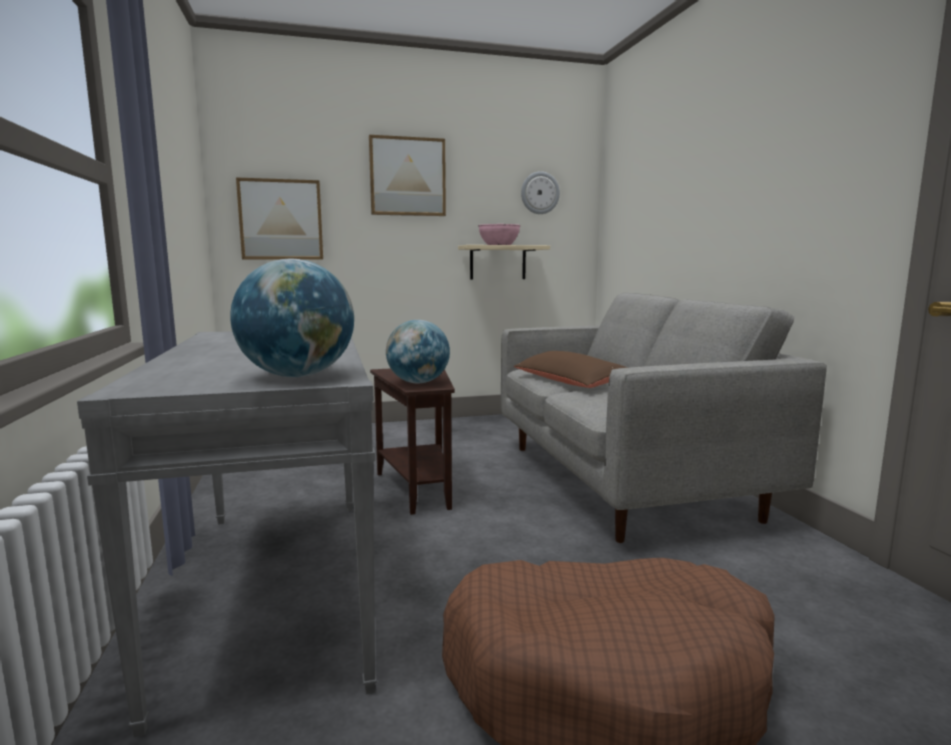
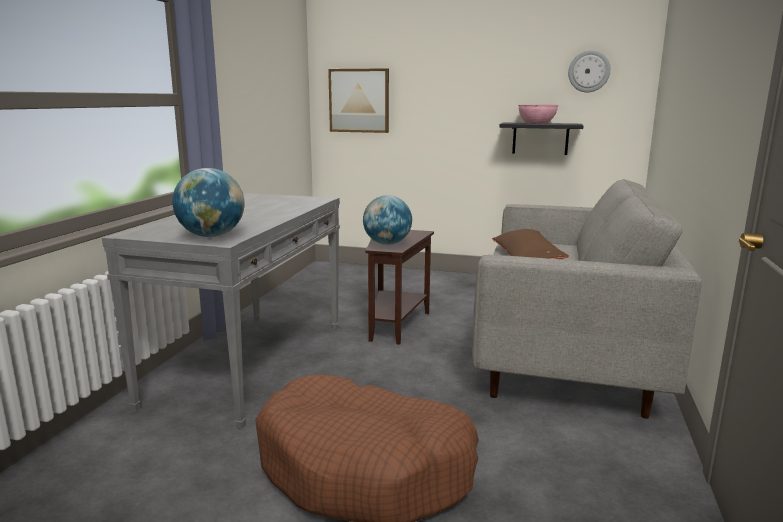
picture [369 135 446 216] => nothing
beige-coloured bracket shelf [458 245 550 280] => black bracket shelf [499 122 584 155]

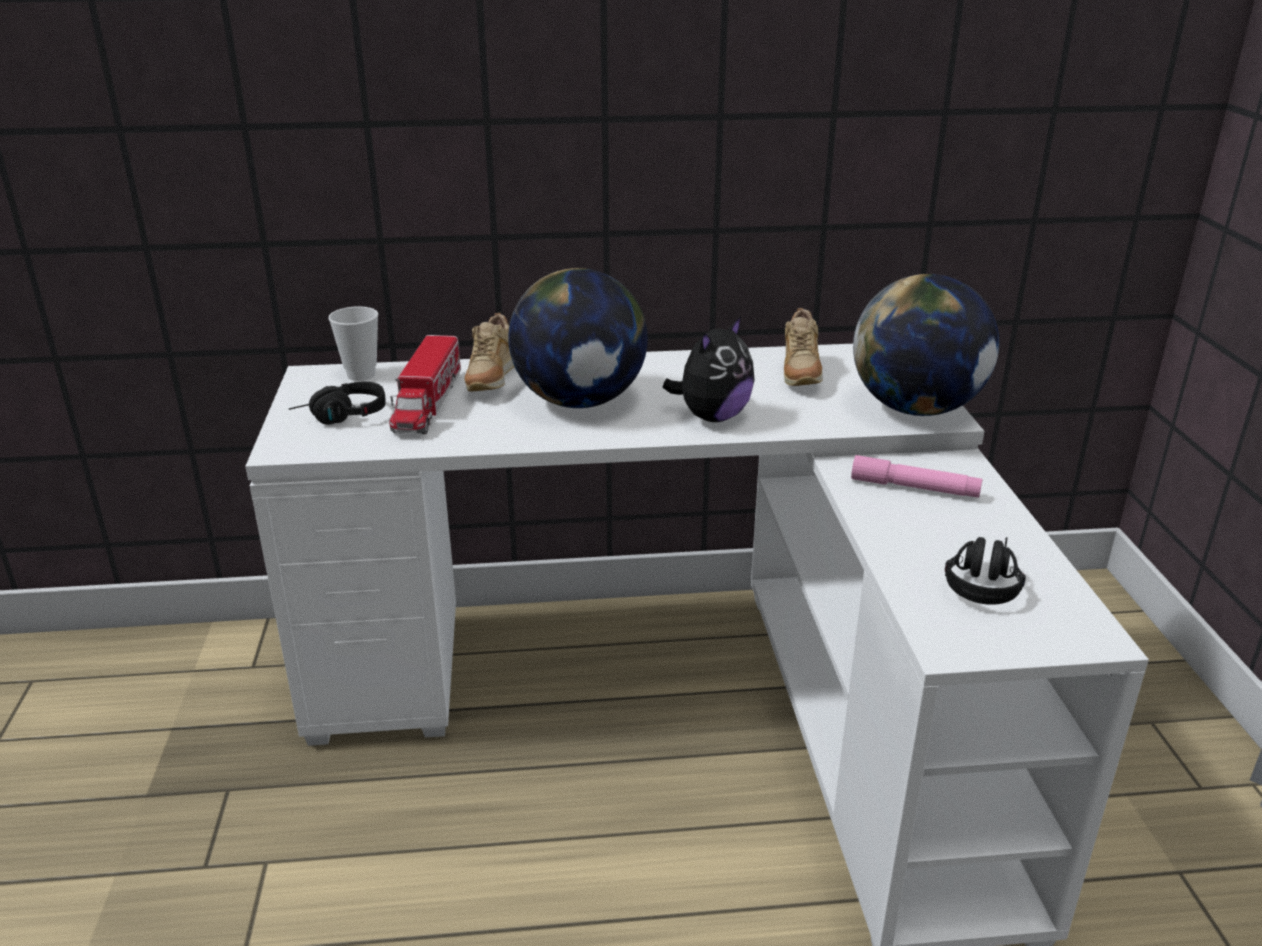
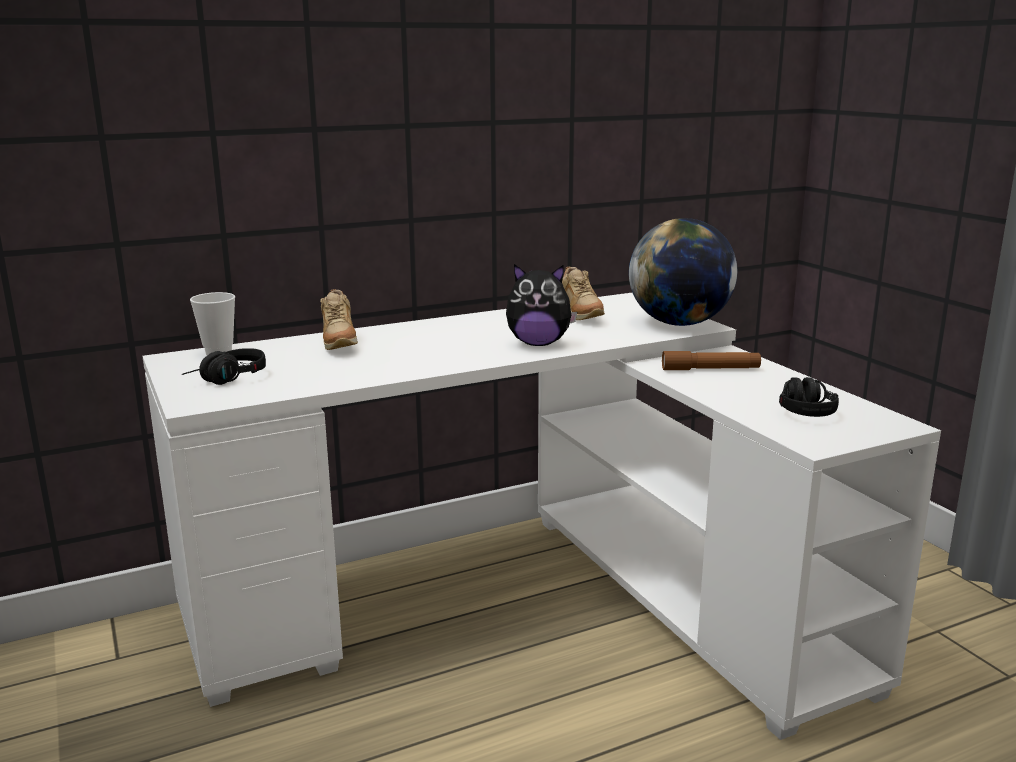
model truck [389 335 461 434] => nothing
world globe [508 268 648 408] => nothing
cuddly toy [662 316 755 422] => cuddly toy [506 264 577 346], 75 degrees clockwise
pinkish torch [851 455 982 498] => brown torch [662 351 761 370]

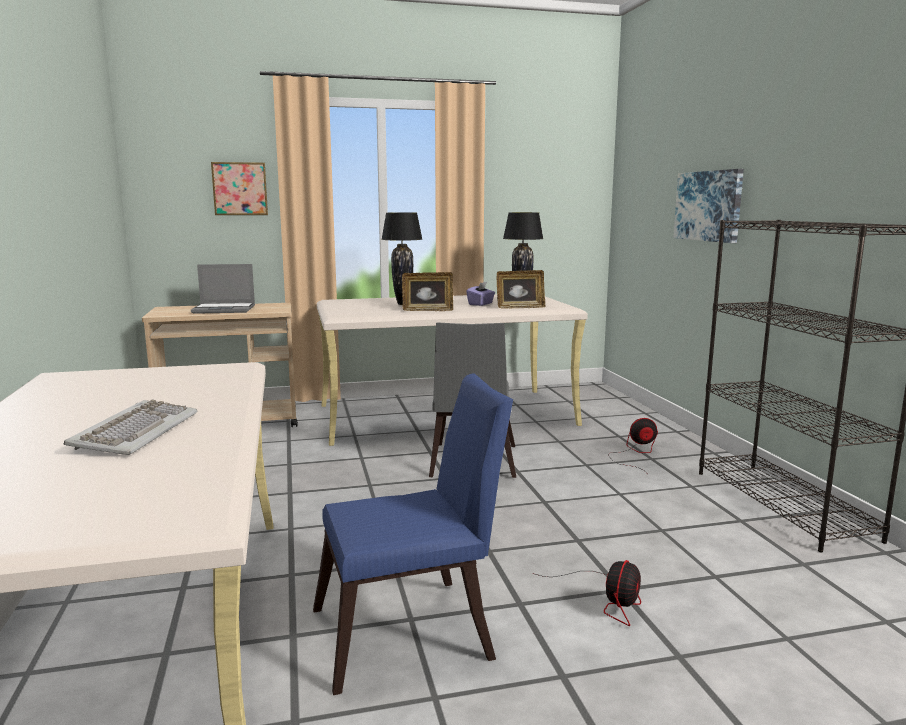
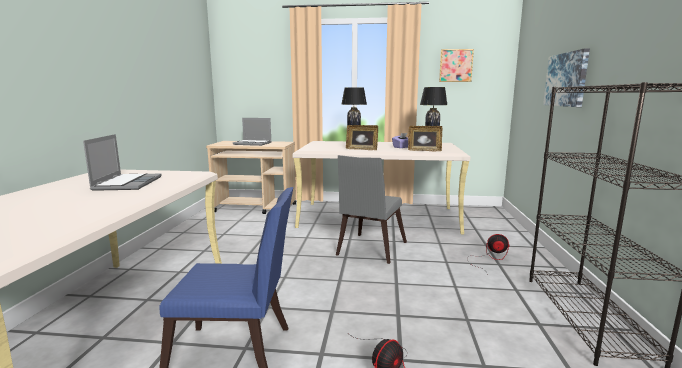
PC keyboard [64 399 198 455] => nothing
picture [211 162 268 215] => picture [439 49 474 82], relocated
nothing => notebook computer [83 134 162 191]

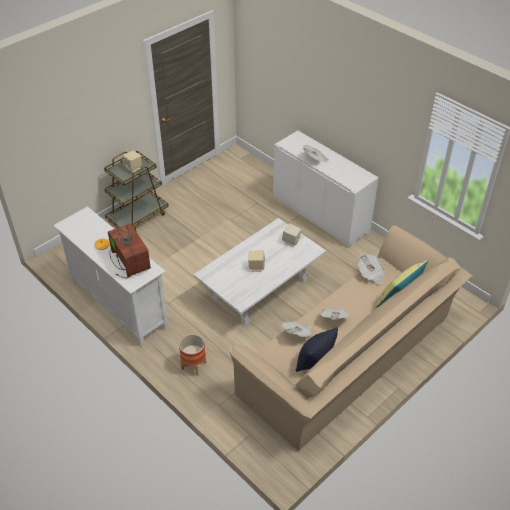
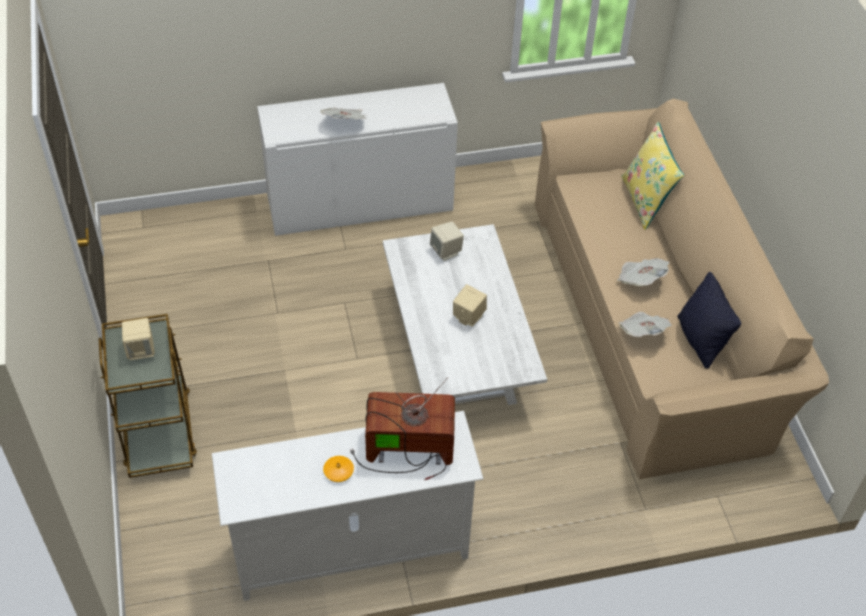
flower pot [179 334 206 376] => nothing
daily paper [358 254 386 285] => nothing

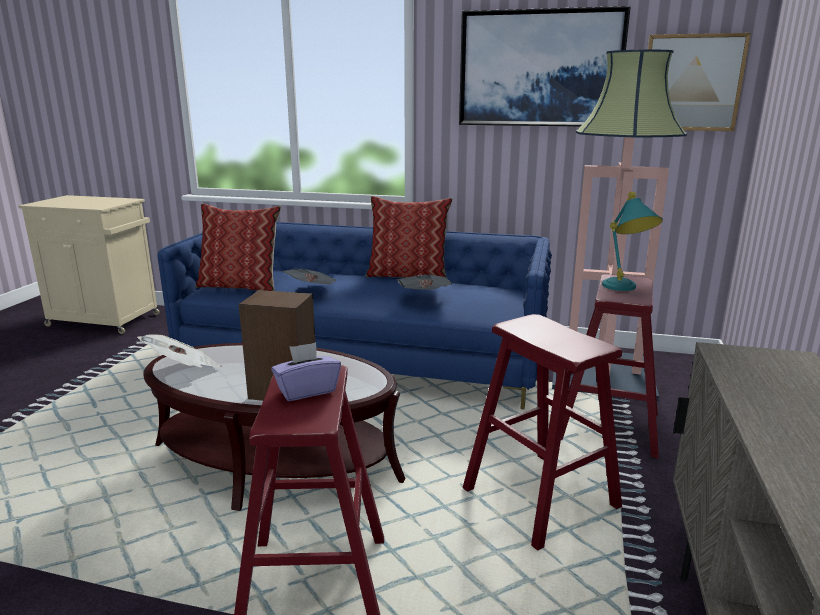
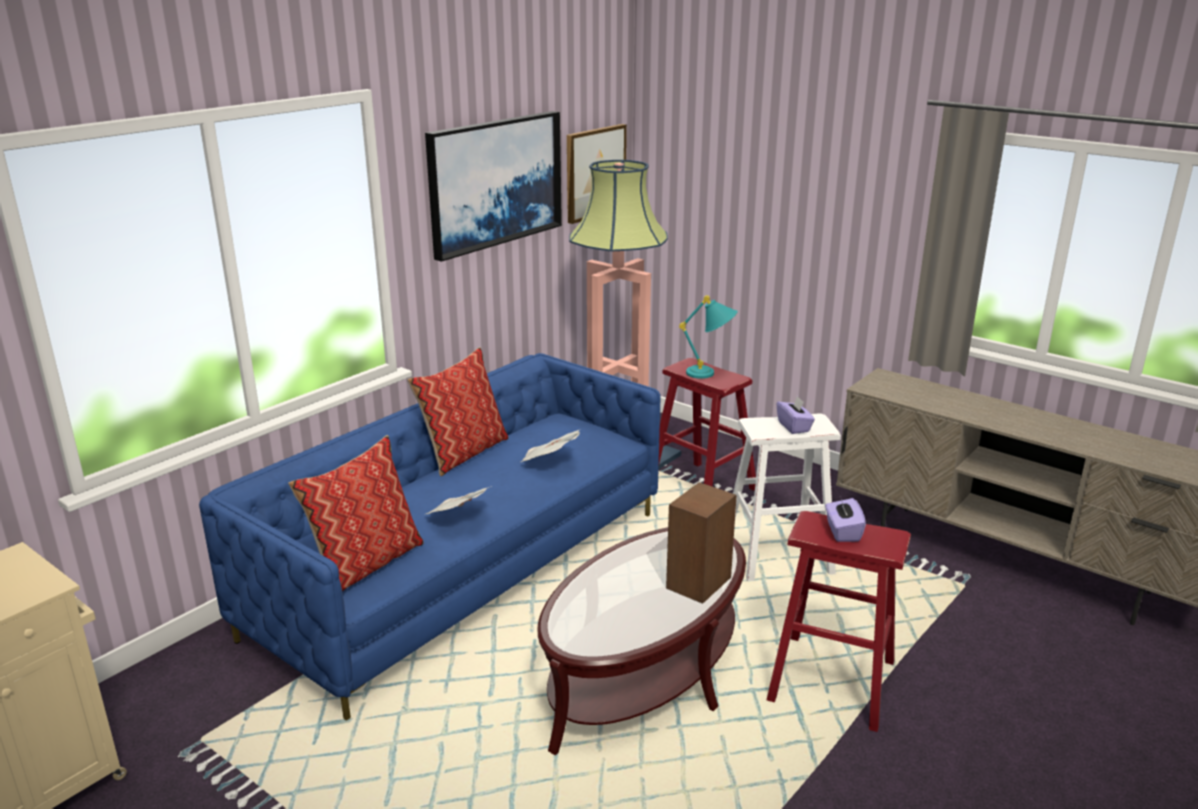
daily paper [137 335 222 368] => nothing
red-coloured sitting stool [463 314 622 551] => white sitting stool [733 413 841 581]
nothing => purplish tissue box [777 395 815 434]

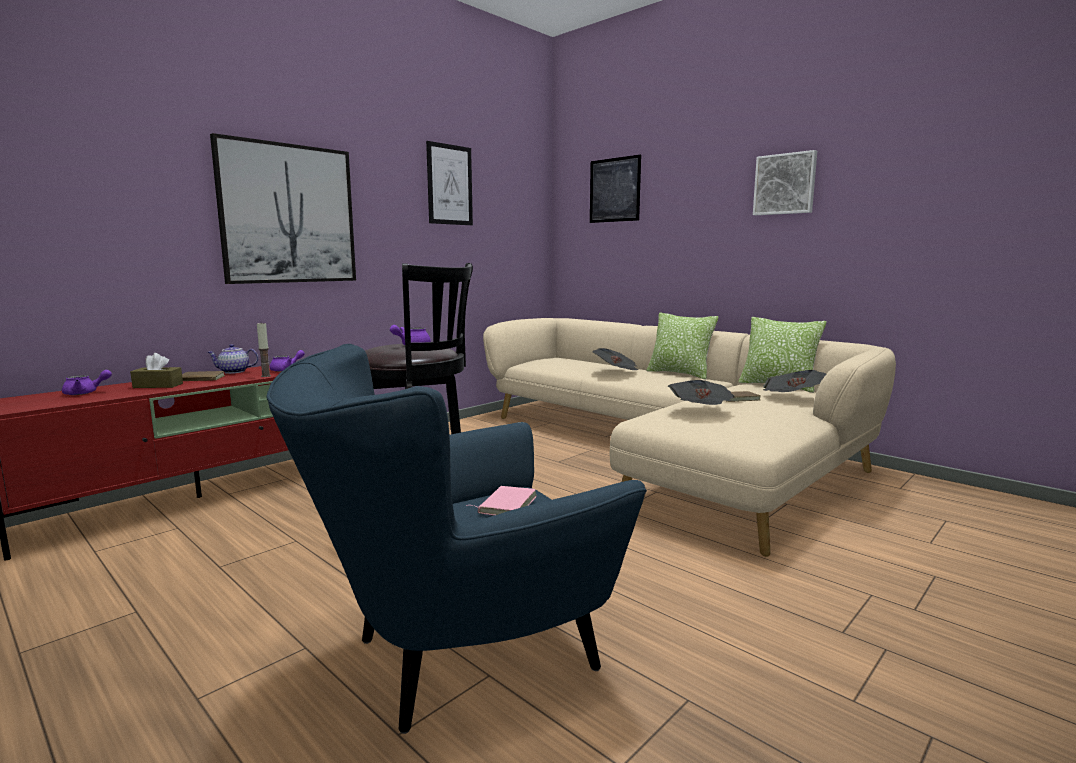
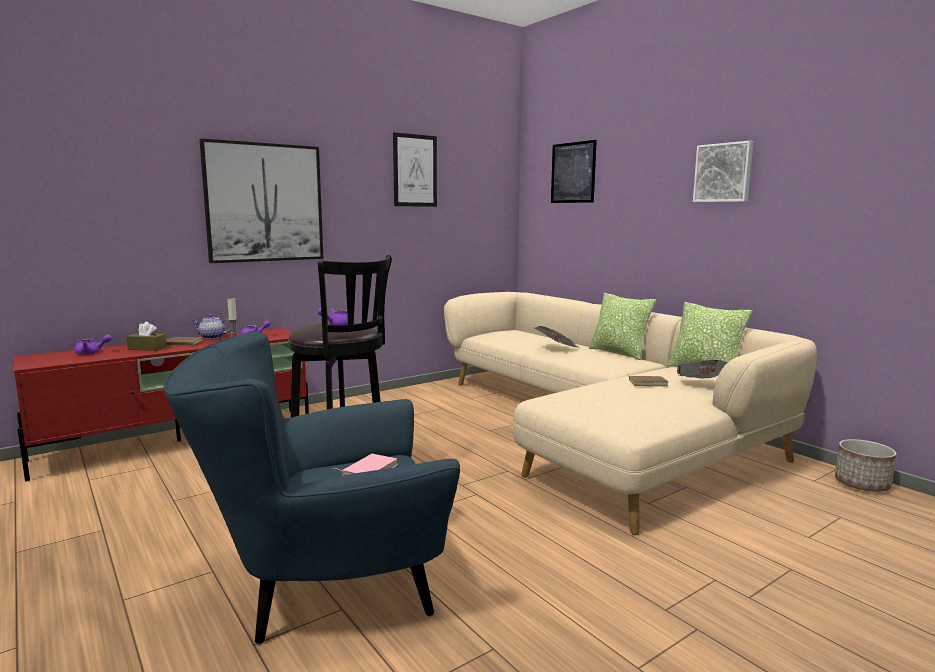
daily paper [668 380 735 405] => nothing
nothing => flower pot [835 439 897 492]

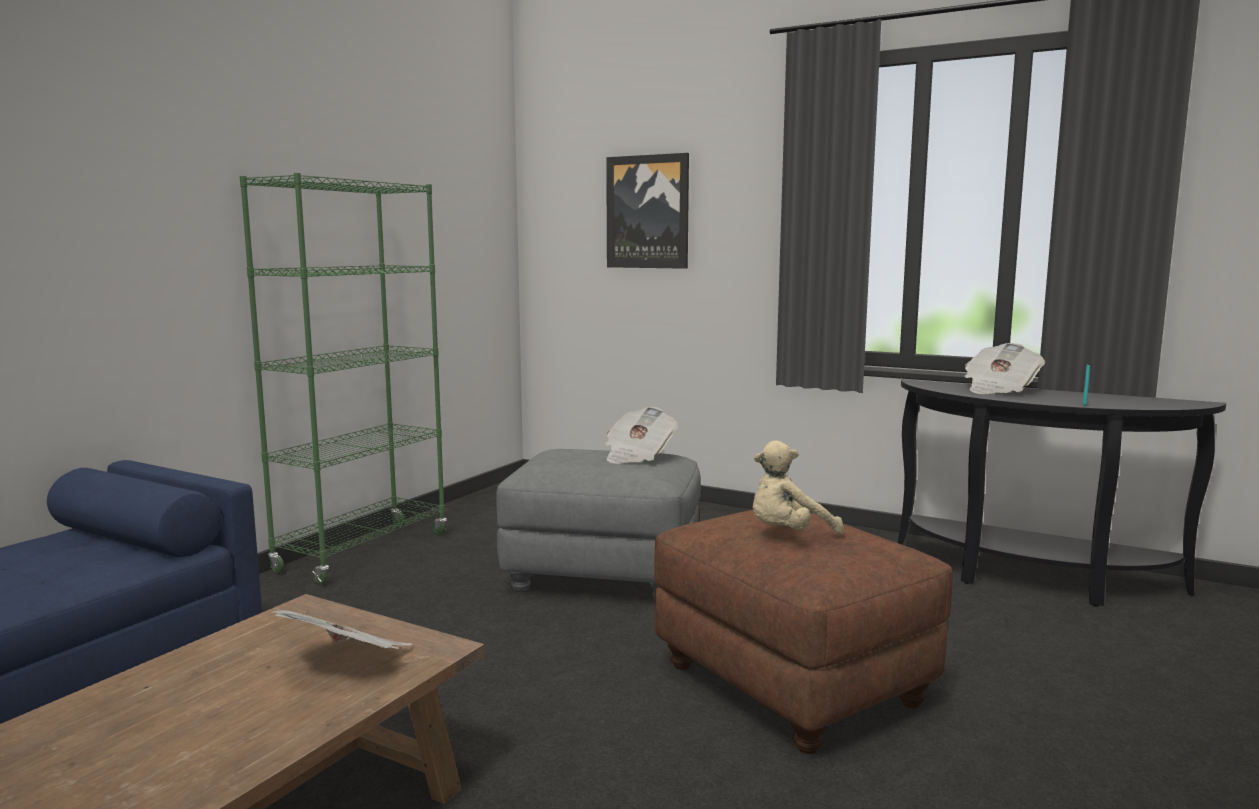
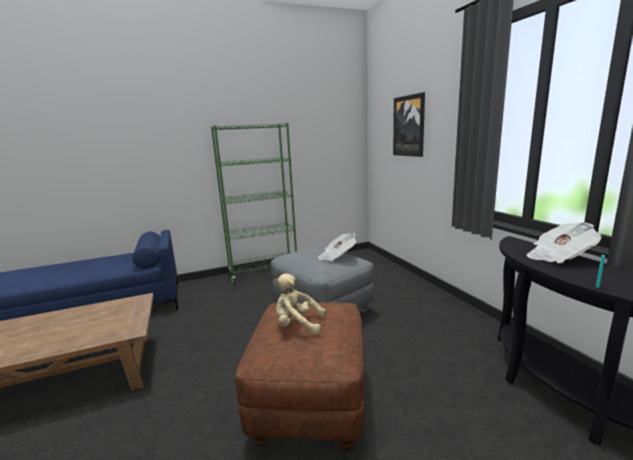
daily paper [271 610 412 649] => nothing

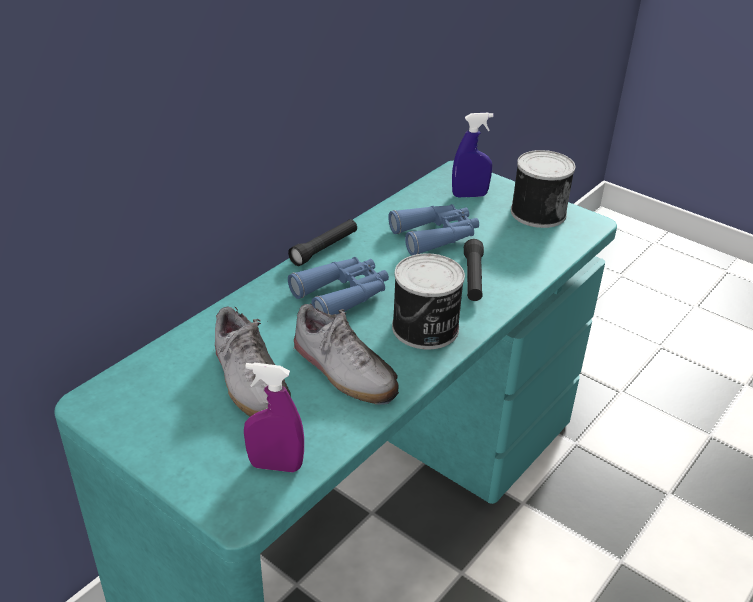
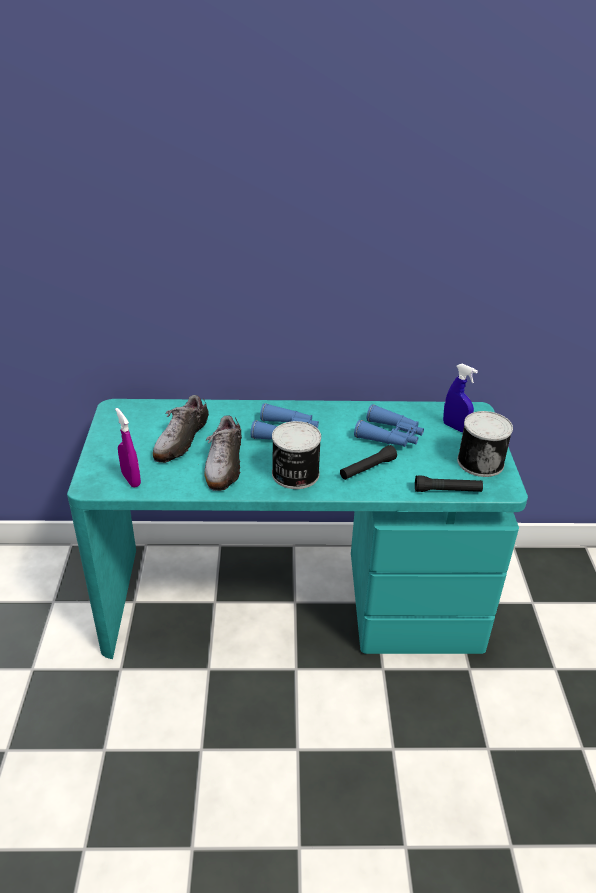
black torch [288 219 357 266] => black torch [415 476 483 492], relocated

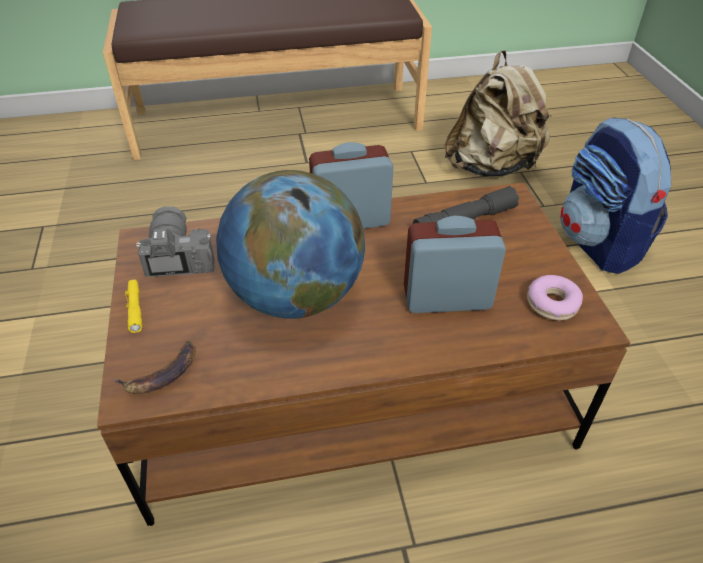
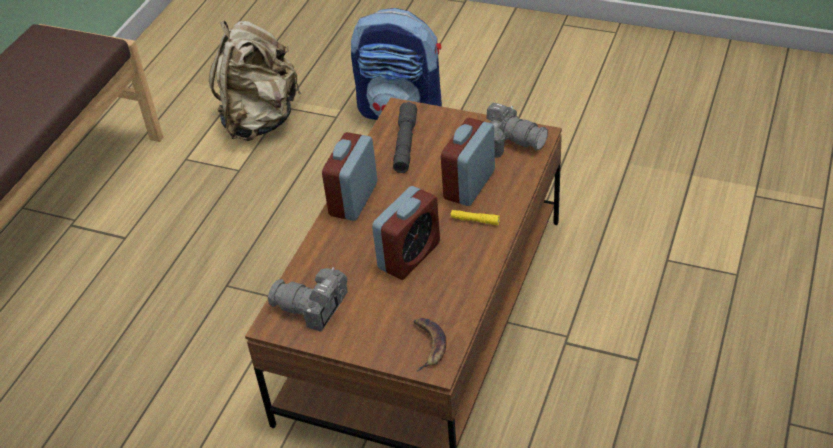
yellowish torch [125 279 142 333] => yellowish torch [450 210 500 225], relocated
world globe [216 170 365 319] => table clock [372 186 440 280]
donut [527 275 583 321] => still camera [486 103 548 158]

